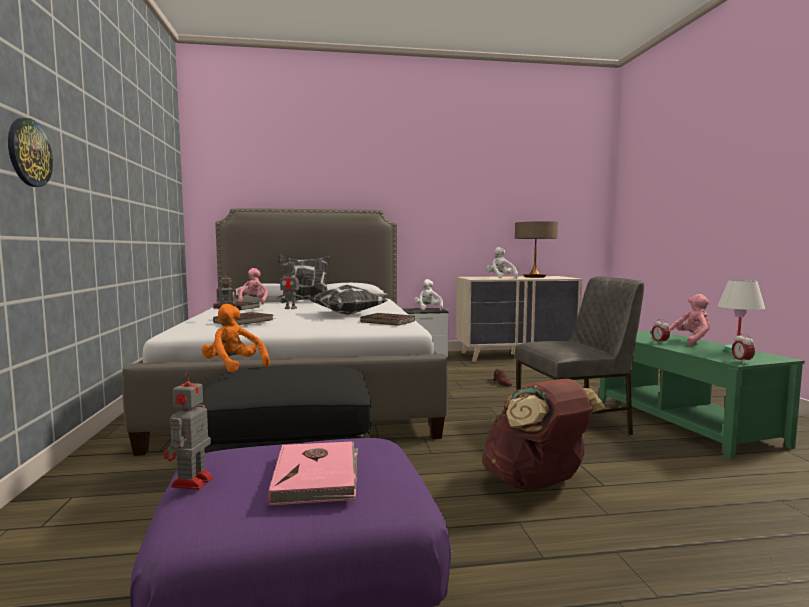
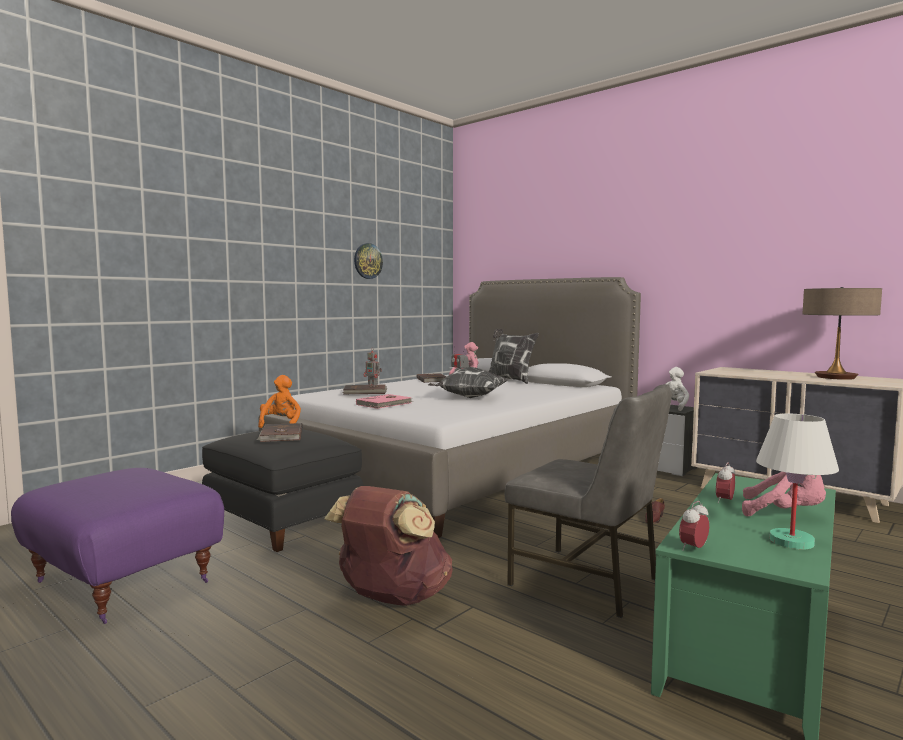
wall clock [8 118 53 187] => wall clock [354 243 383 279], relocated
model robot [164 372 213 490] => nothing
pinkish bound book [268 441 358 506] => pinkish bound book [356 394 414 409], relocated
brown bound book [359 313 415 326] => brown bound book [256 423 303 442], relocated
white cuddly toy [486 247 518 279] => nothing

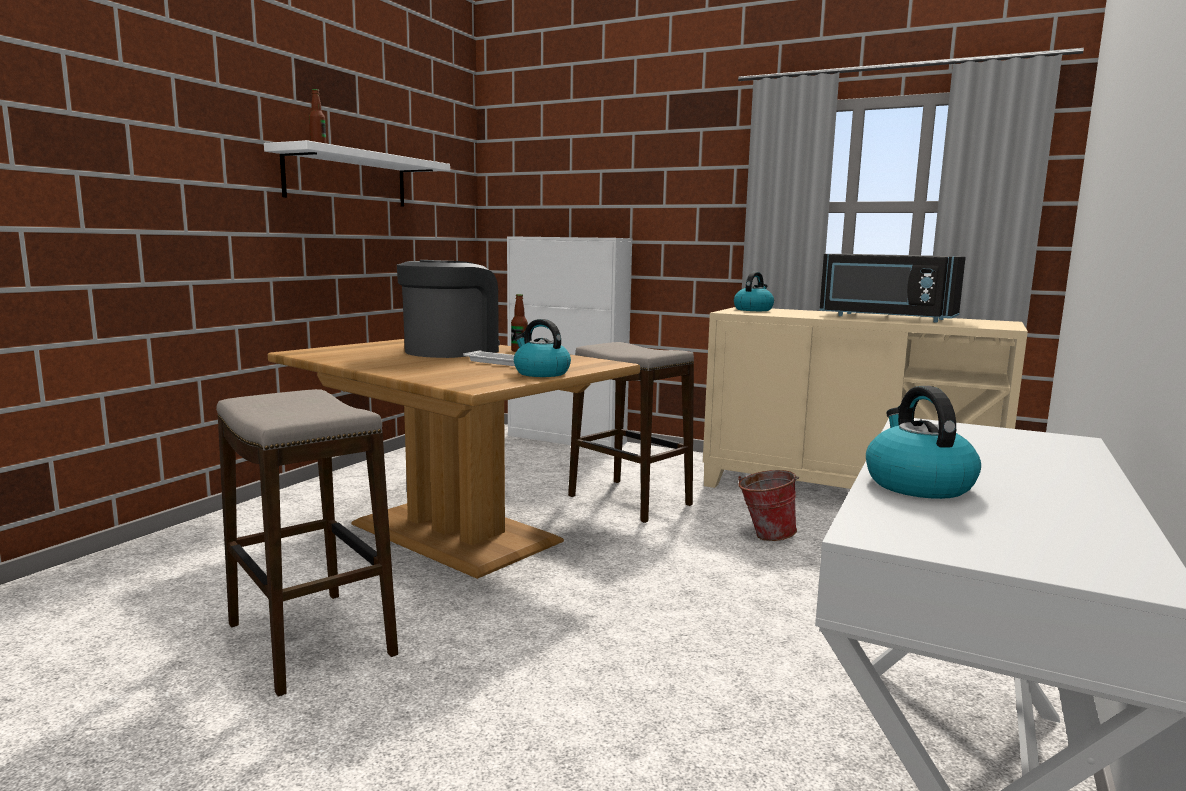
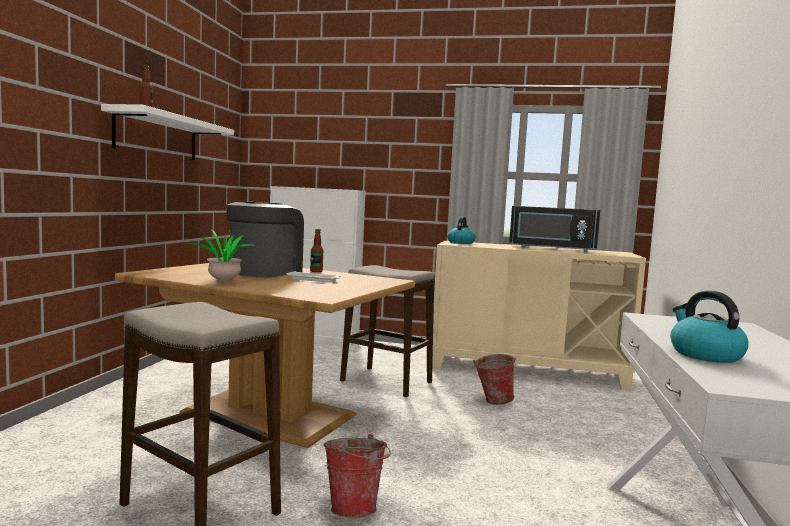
water kettle [514 319 571 377] => nothing
nothing => houseplant [186 228 255 281]
nothing => pail [324 434 391 517]

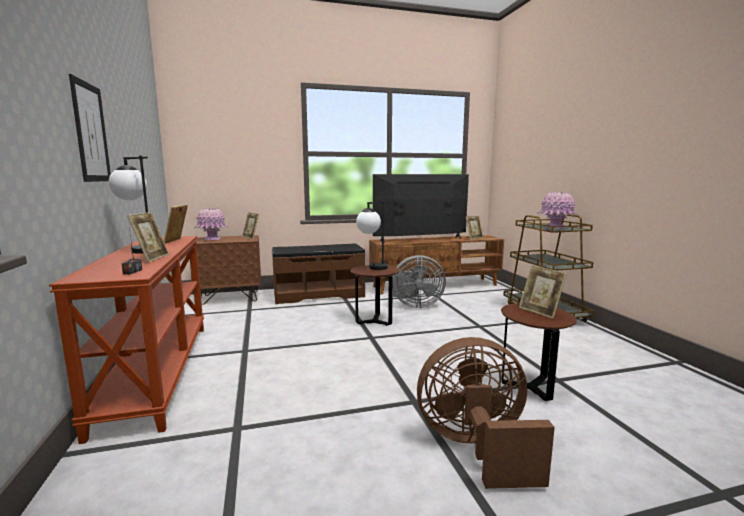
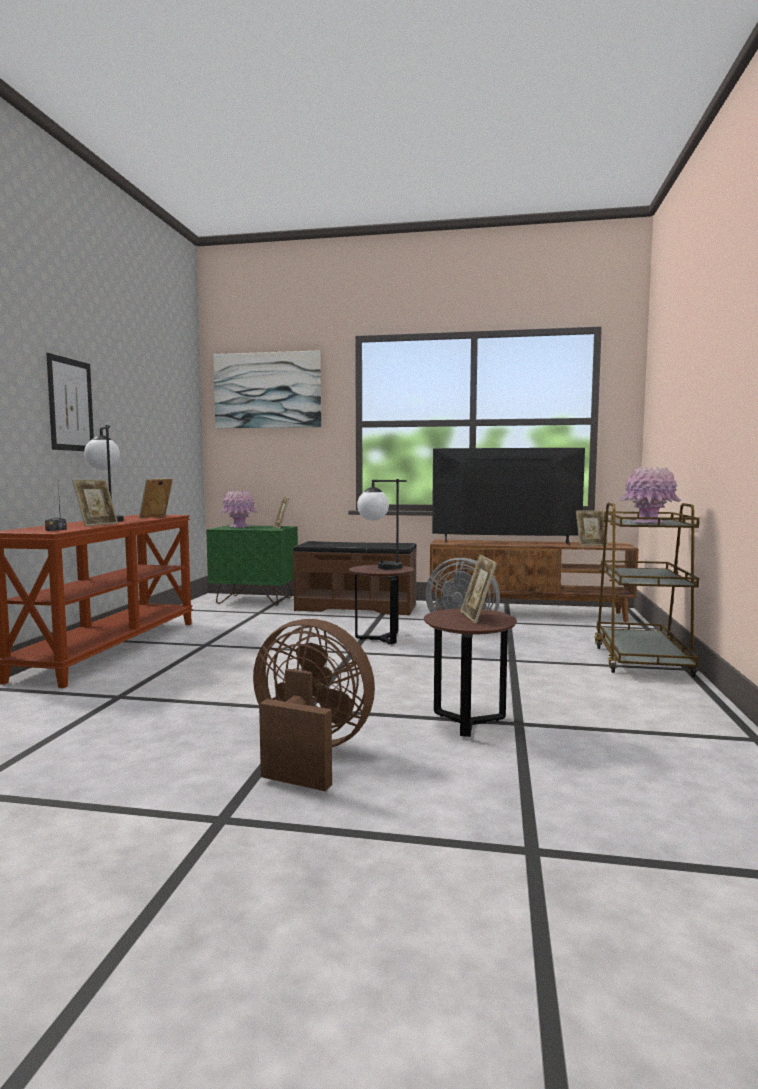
brown nightstand [190 235 261 305] => green nightstand [206 525 298 606]
nothing => picture [213 350 321 428]

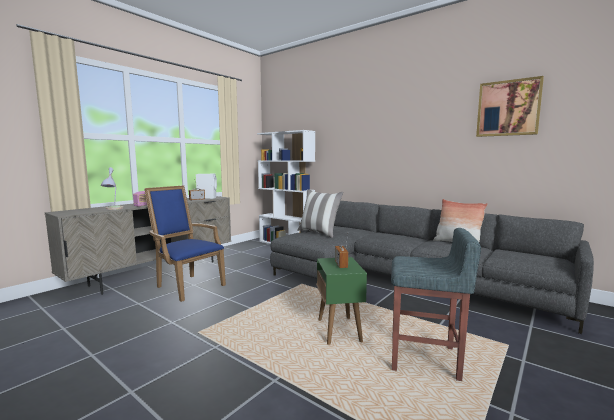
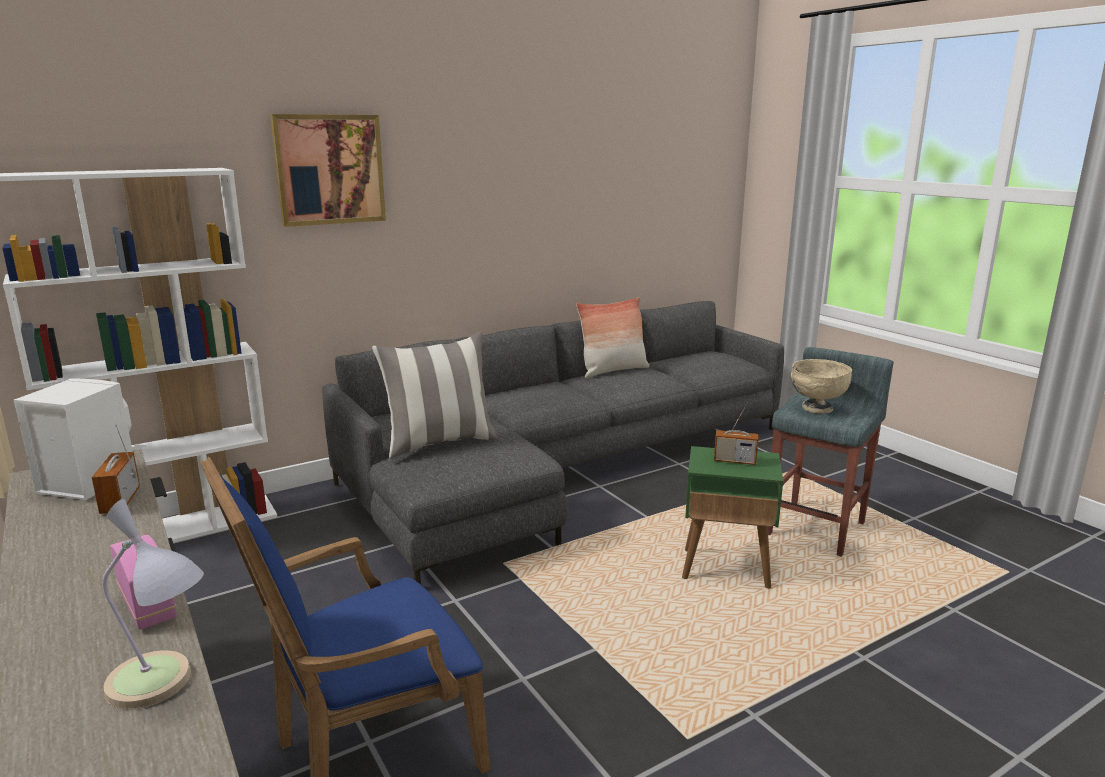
picture [476 76 544 137] => picture [270 114 386 227], relocated
nothing => beige-coloured deep dish [791 359 852 414]

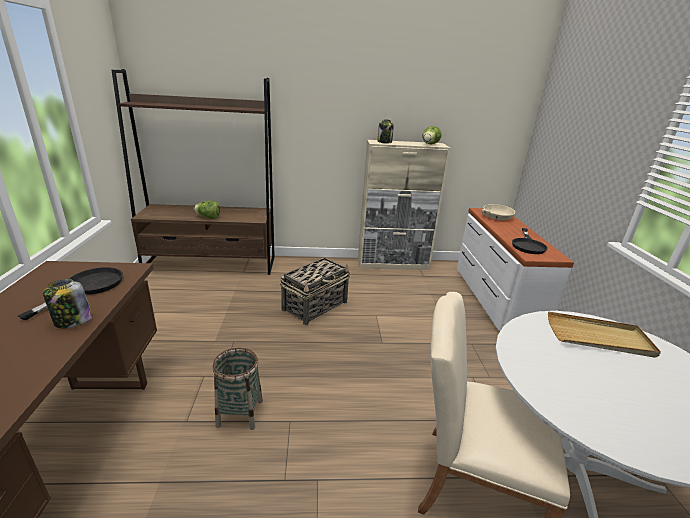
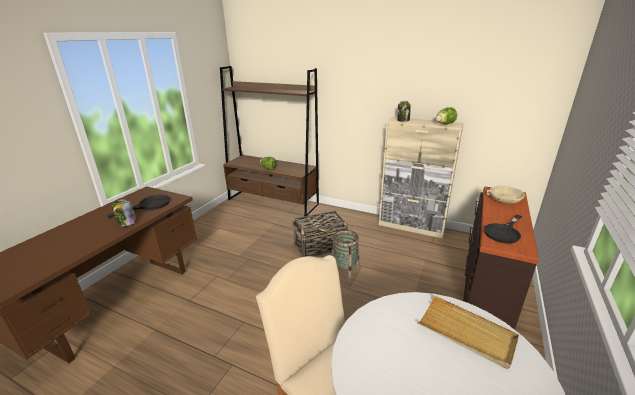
storage basket [212 348 263 430] => storage basket [332 230 359 279], relocated
white chest of drawers [457 208 574 331] => brown chest of drawers [463 186 539 330]

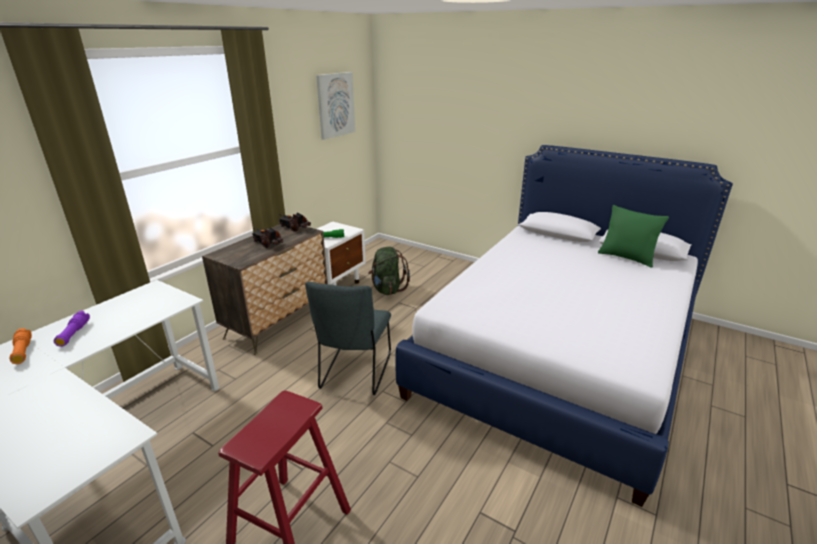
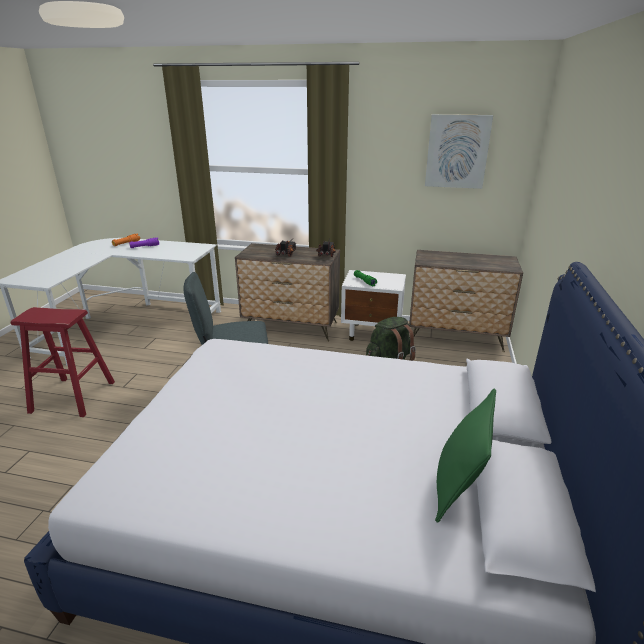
nothing => chest of drawers [409 250 523 352]

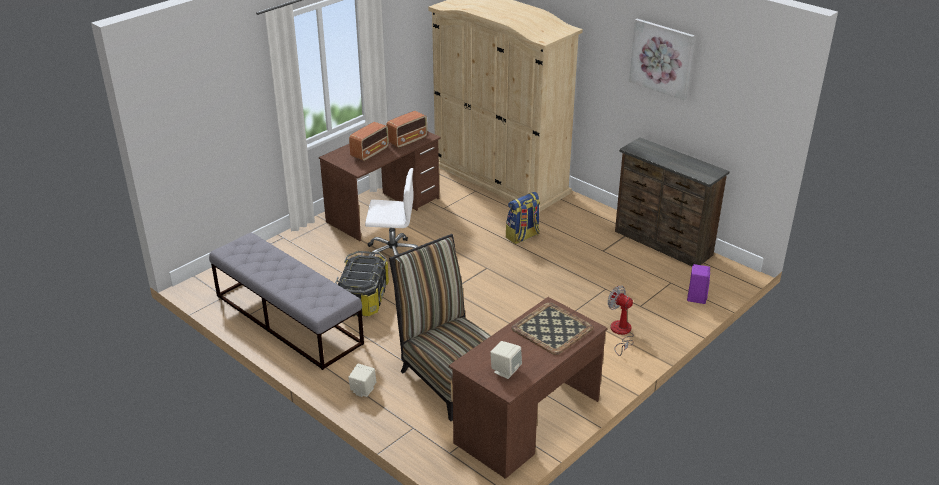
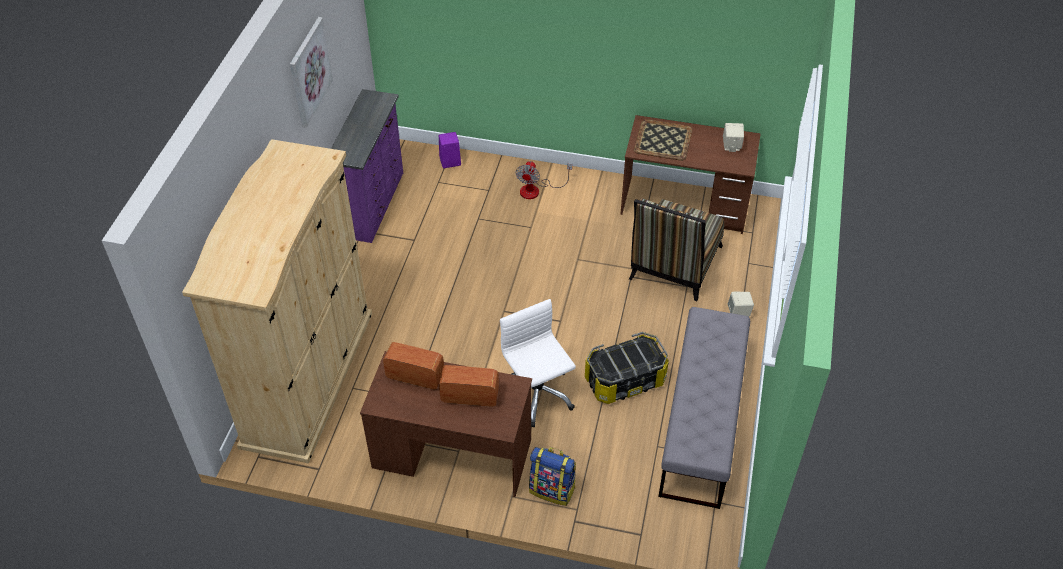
rucksack [506 192 540 244] => rucksack [529 447 576 506], relocated
brown chest of drawers [615 137 730 266] => purplish chest of drawers [331 89 403 243]

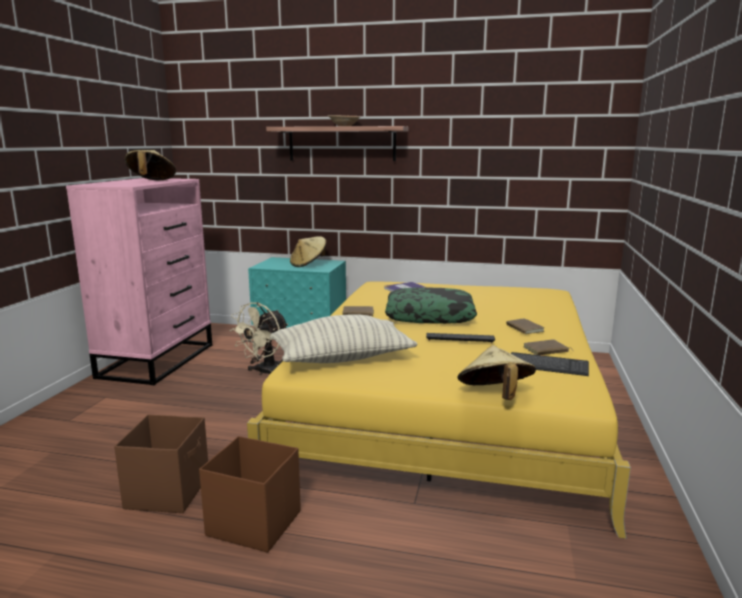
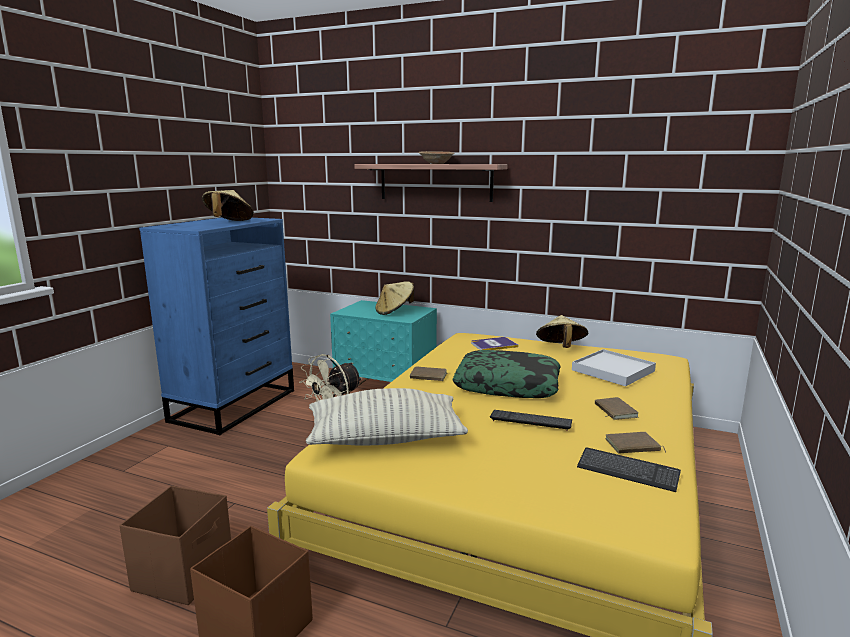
pinkish chest of drawers [66 178 212 385] => blue chest of drawers [139 217 294 435]
beige-coloured clothing hat [458 345 536 400] => beige-coloured clothing hat [536 315 588 348], relocated
nothing => white carrying tray [572 349 656 386]

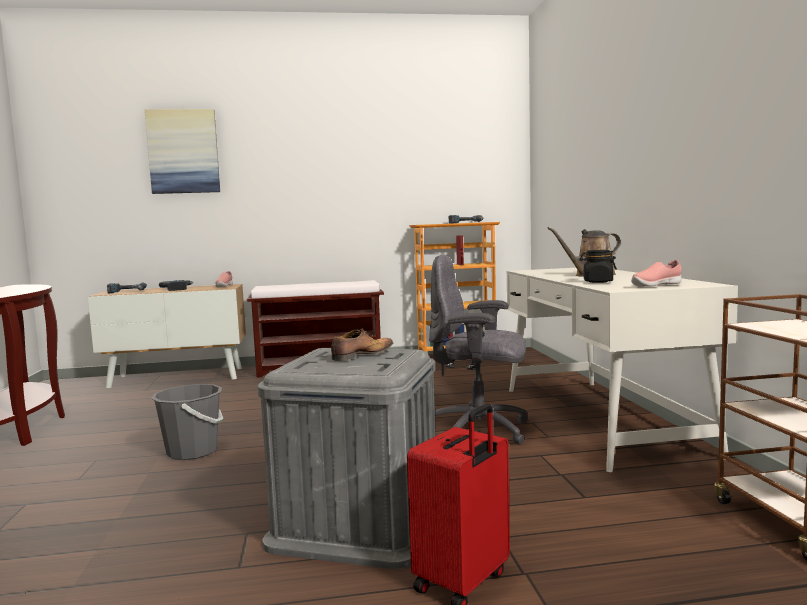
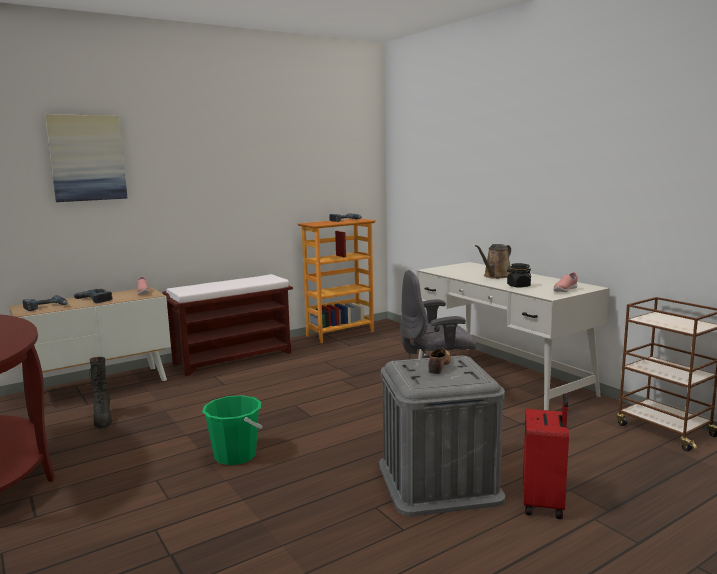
gray pail [151 384 223 460] => green pail [202 395 263 465]
nothing => black high-top boot [89 357 112 429]

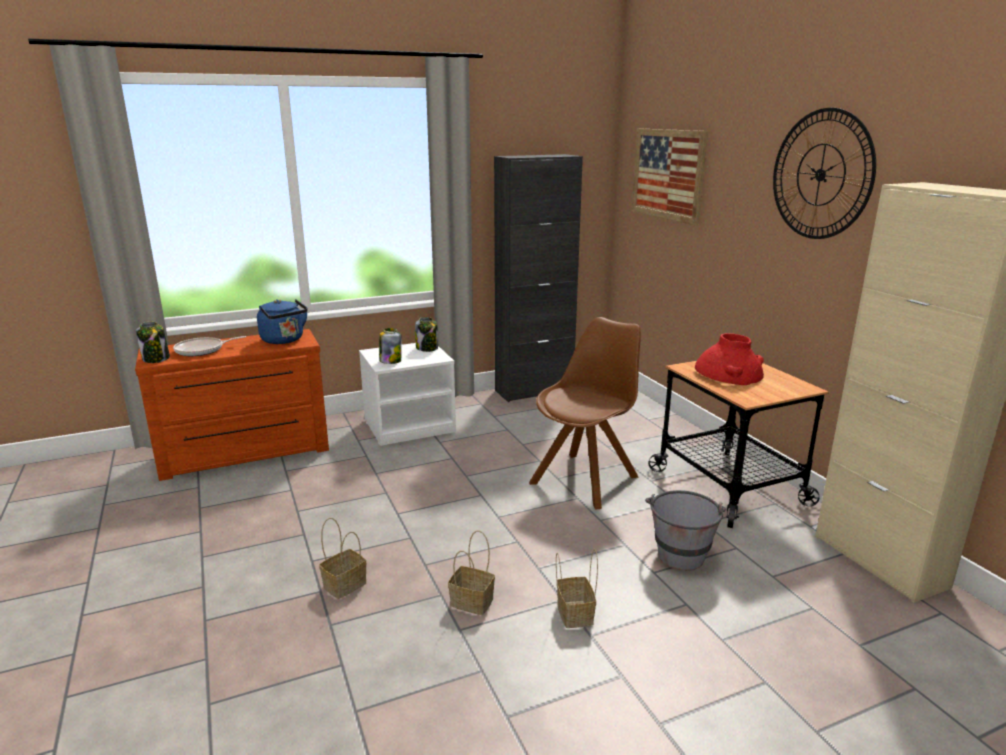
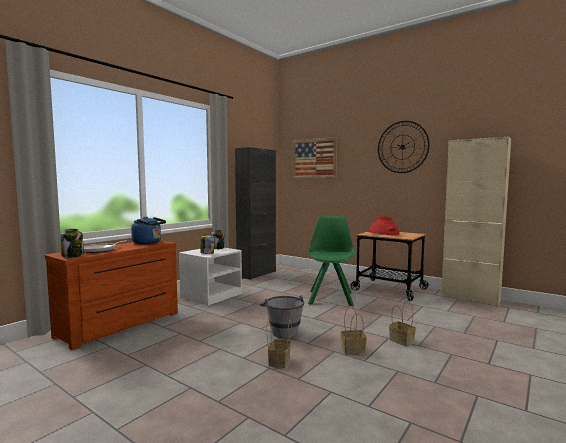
brown chair [529 317 641 510] => green chair [308 215 356 306]
gray pail [645 490 726 571] => gray pail [260 295 304 338], relocated

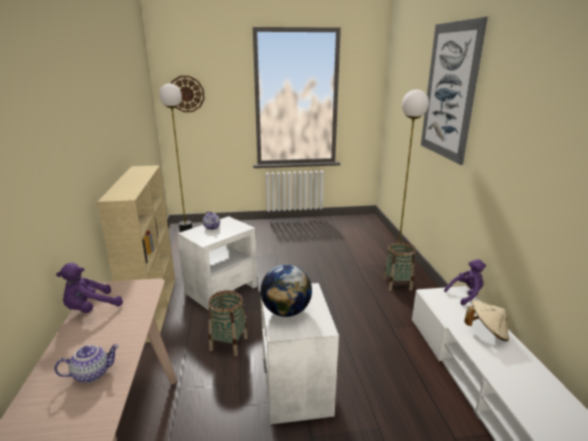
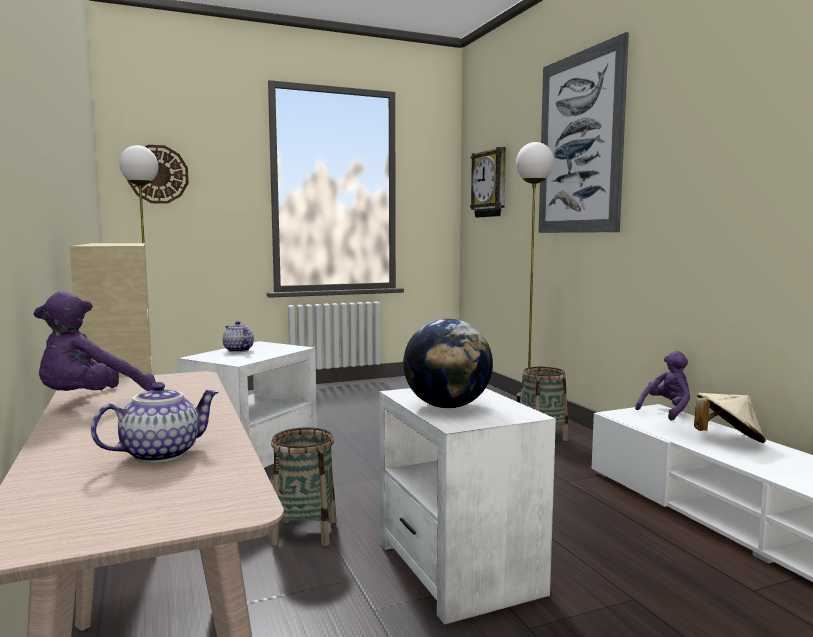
nothing => wall clock [470 147 506 217]

